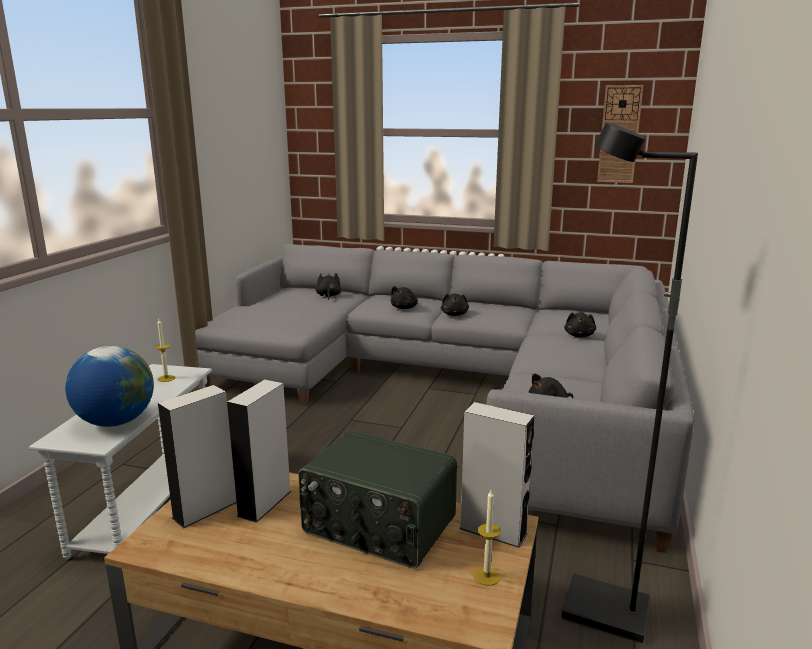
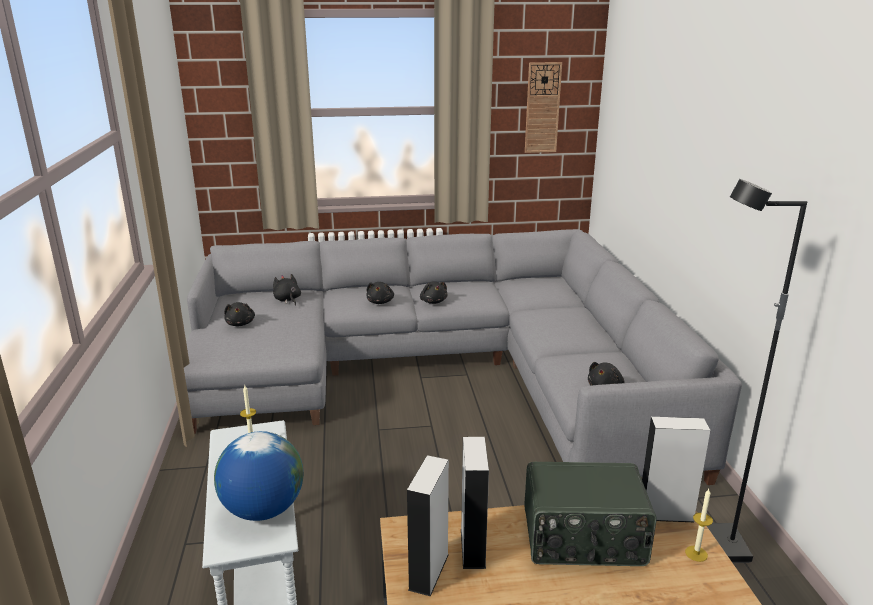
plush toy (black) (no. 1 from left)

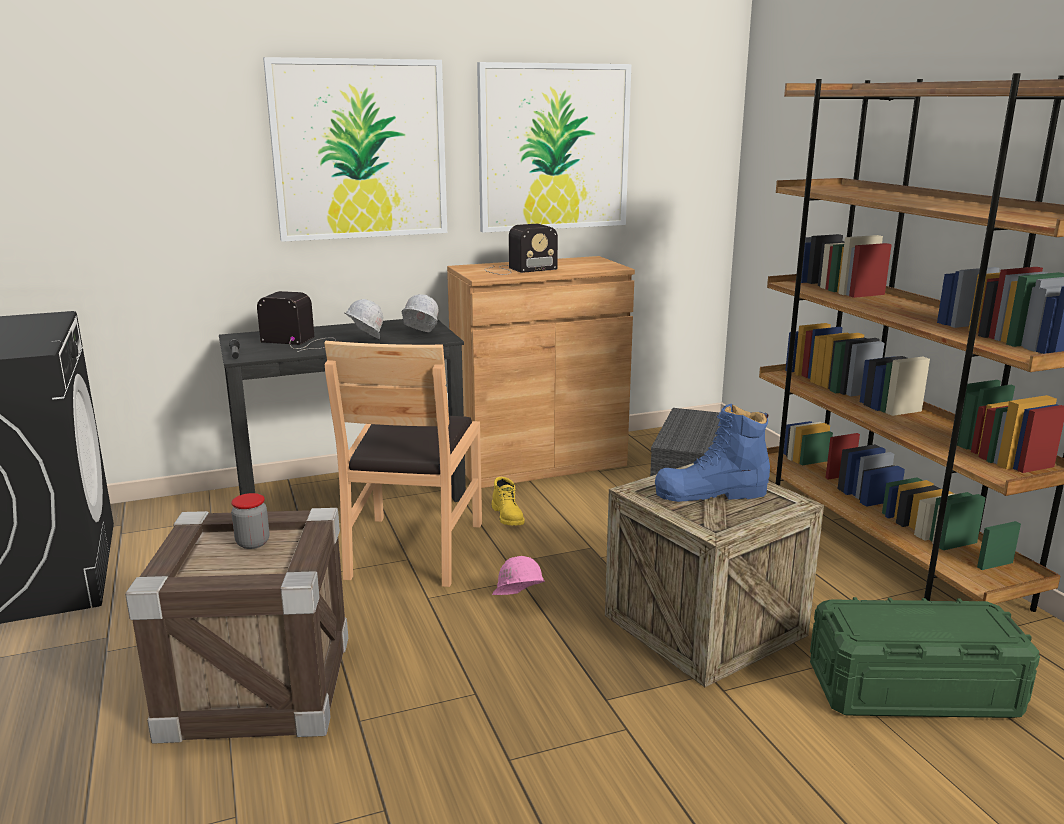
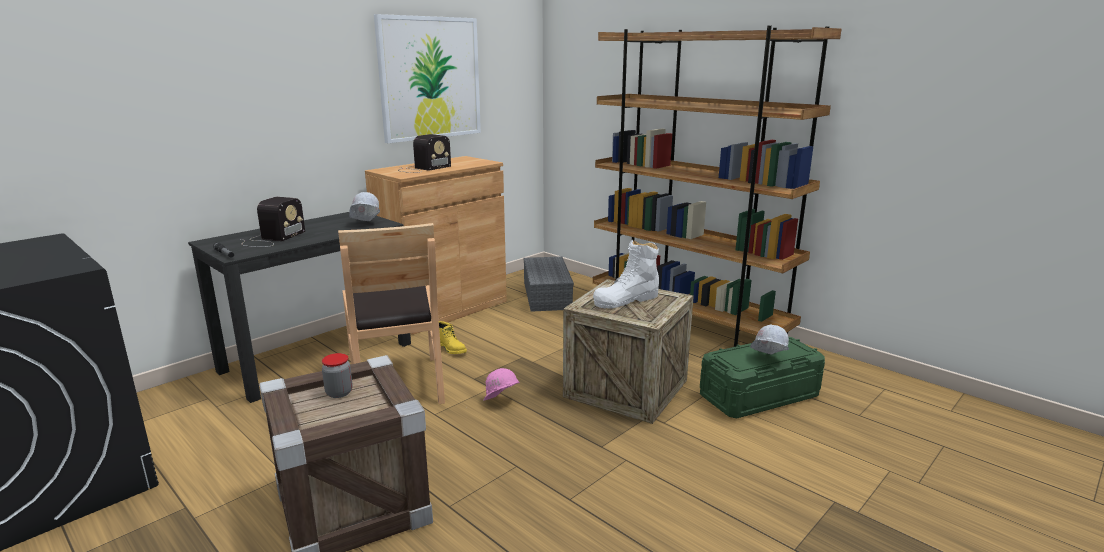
picture (no. 1 from left in the first image)
radio (no. 1 from left)
hard hat (white) (no. 2 from left)
boot (white)

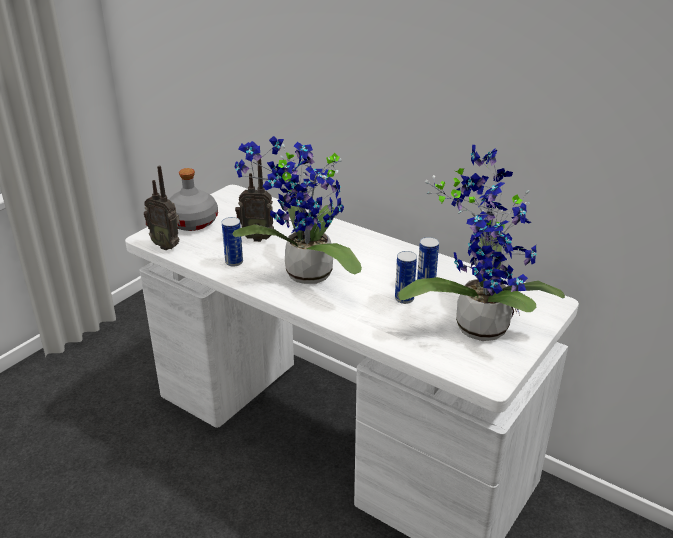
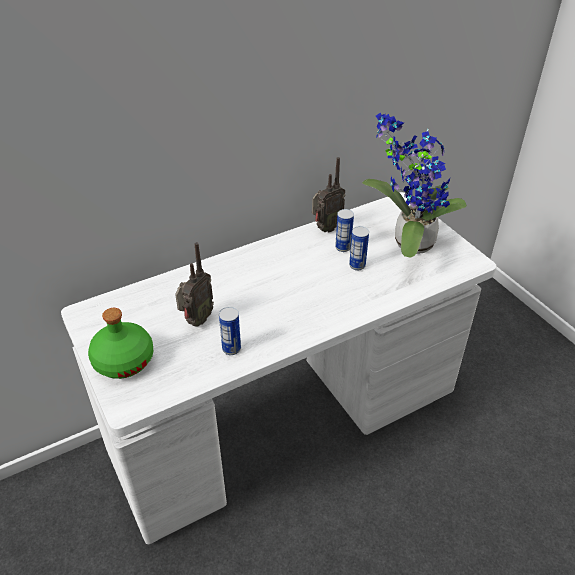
potted plant (no. 1 from left in the first image)
radio (no. 2 from left)
bottle (green)

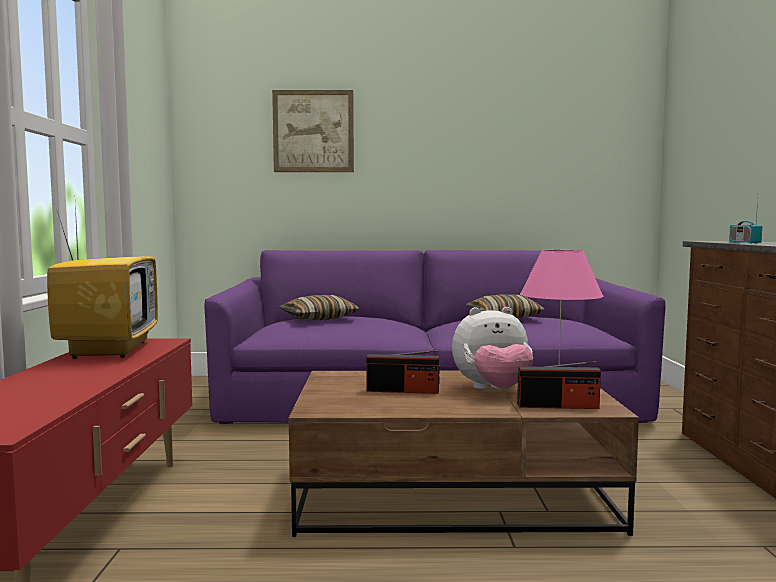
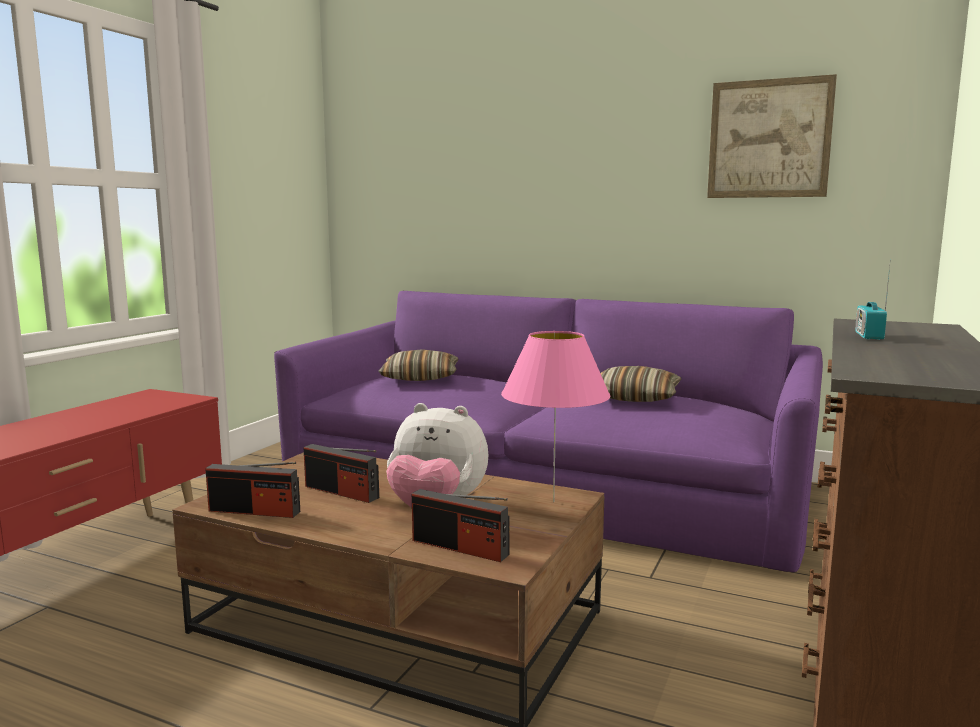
picture
television
radio (no. 1 from left)

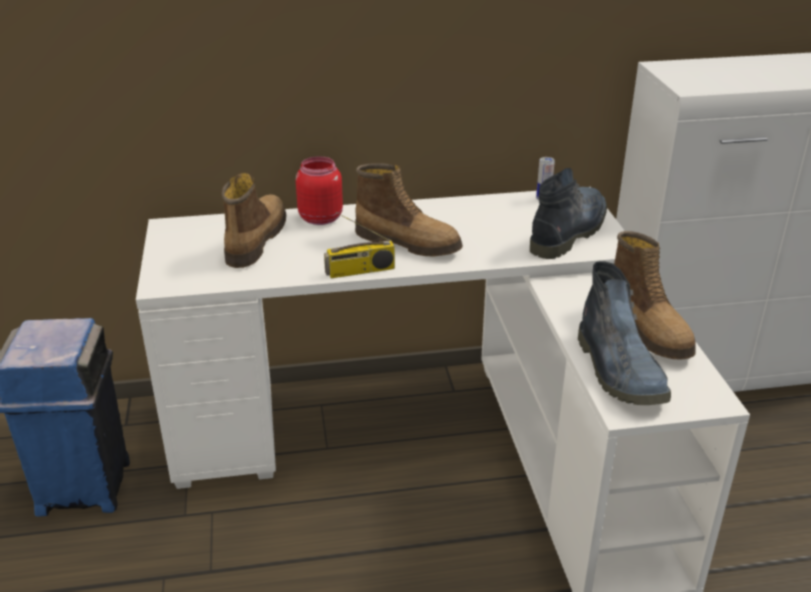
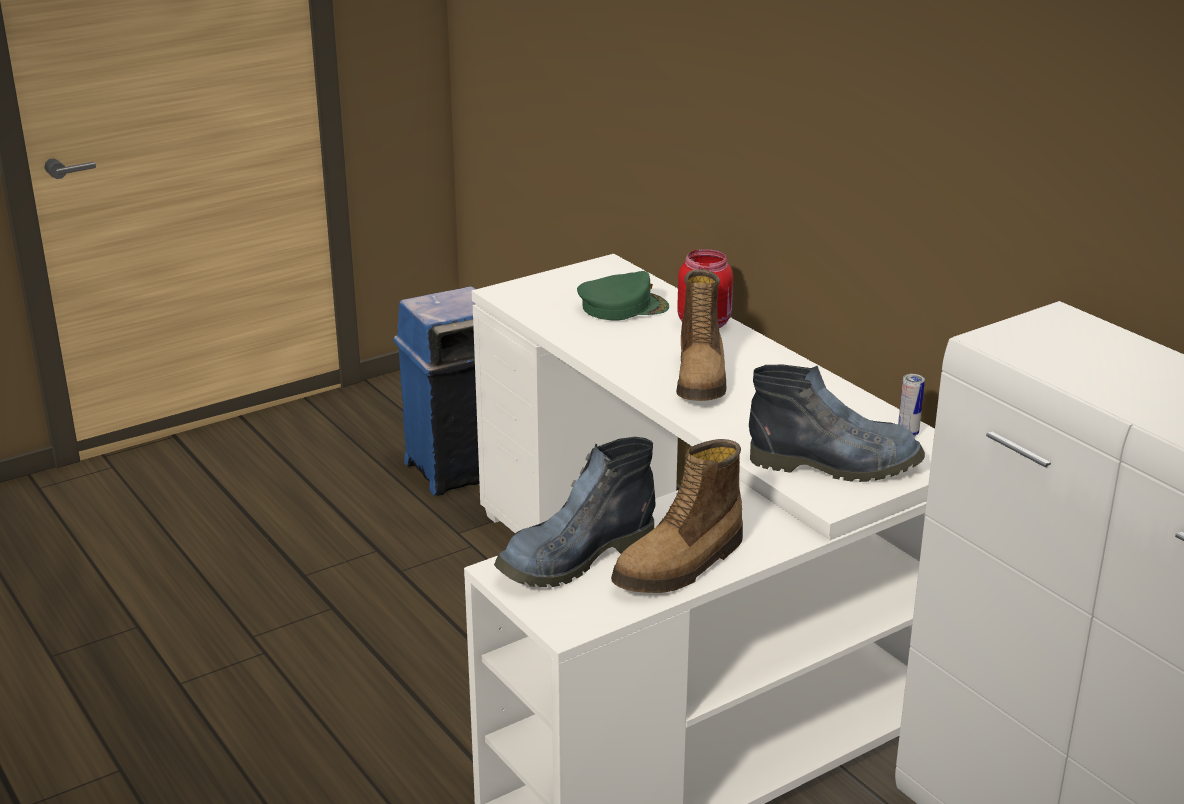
cap (green)
radio

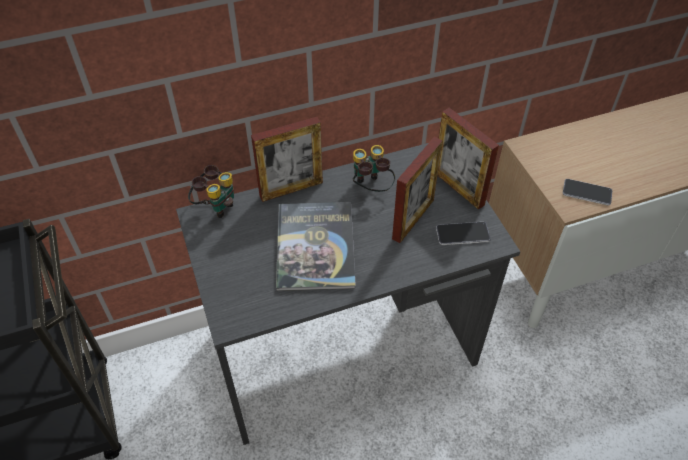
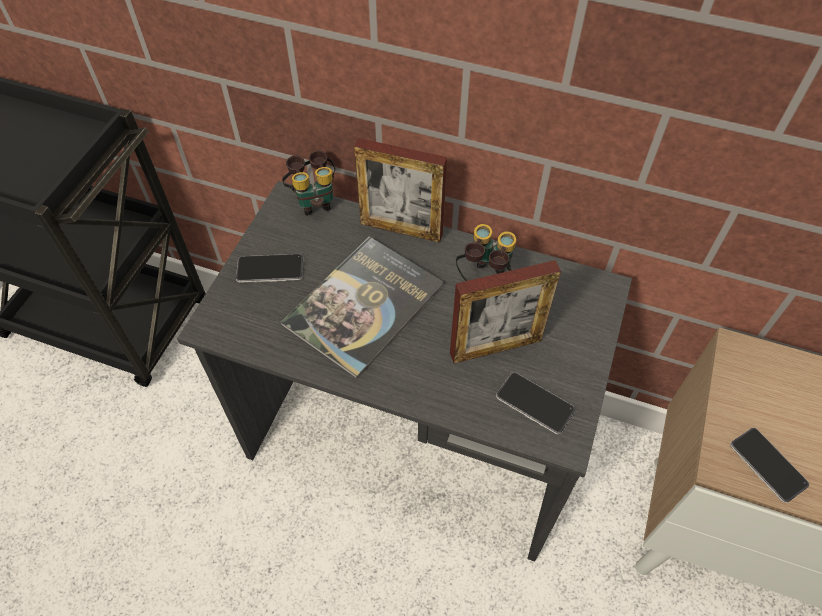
picture frame (no. 3 from left in the first image)
phone (no. 1 from left)

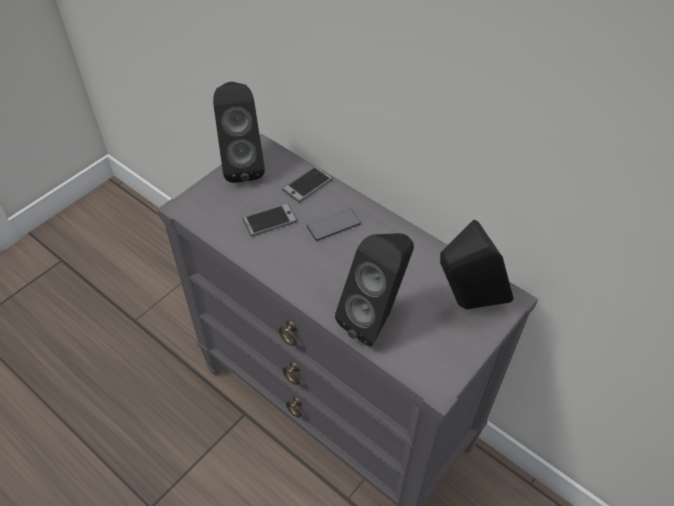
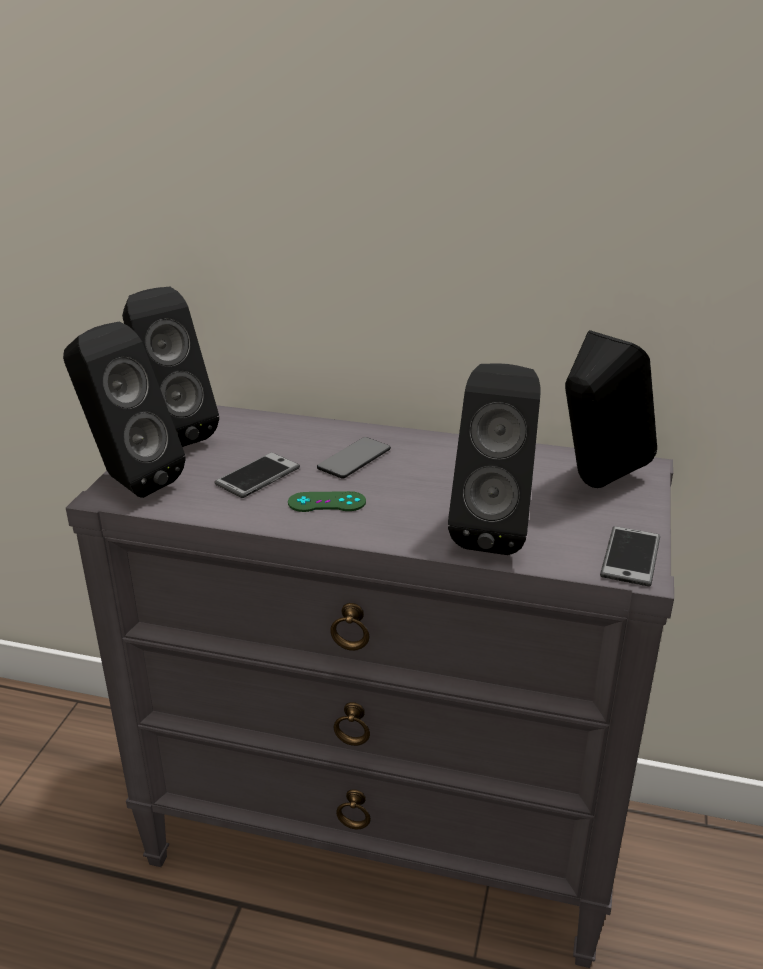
phone (no. 3 from left)
speaker (black) (no. 1 from left)
game controller (green)

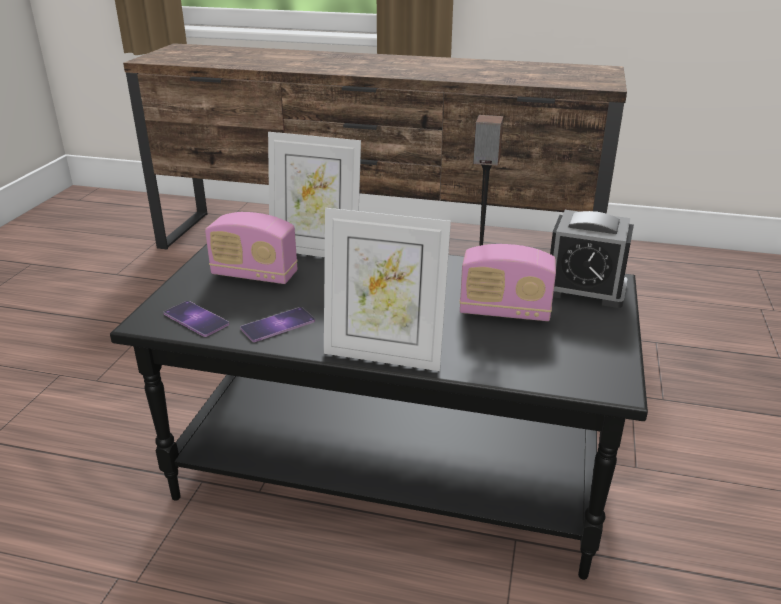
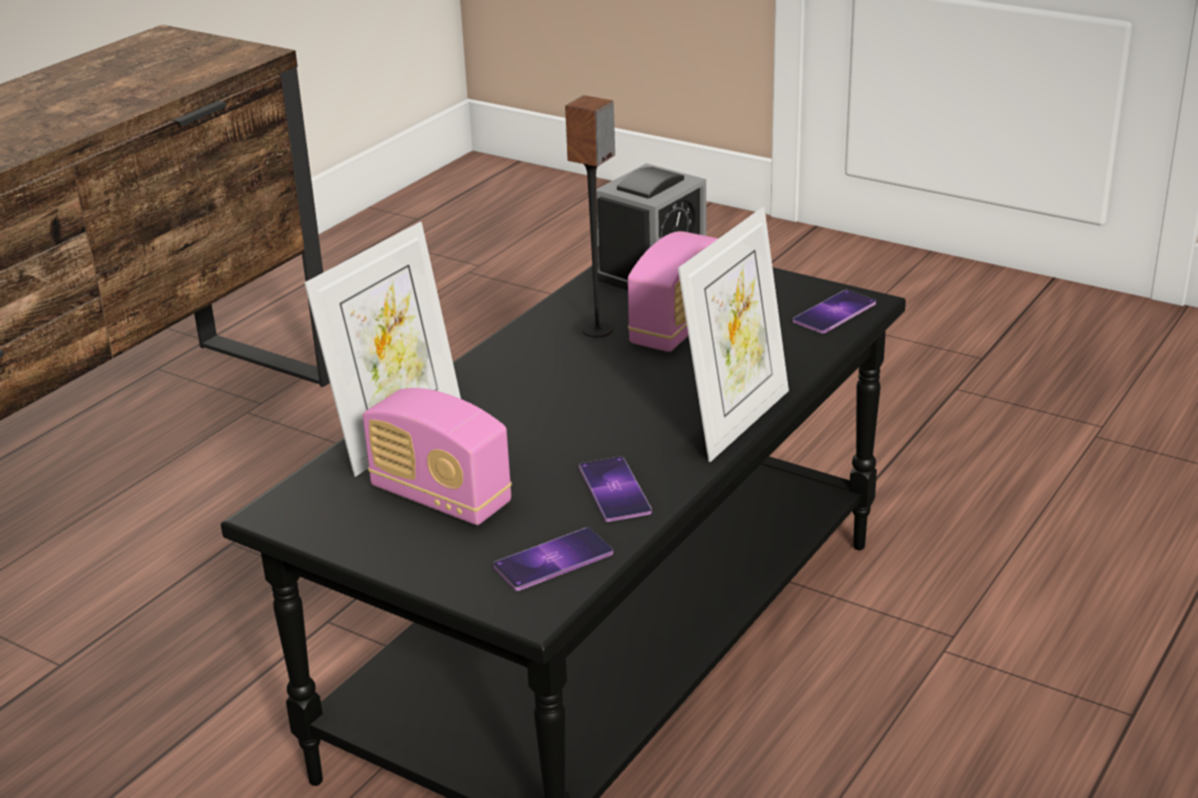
radio (no. 1 from left)
phone (no. 3 from left)

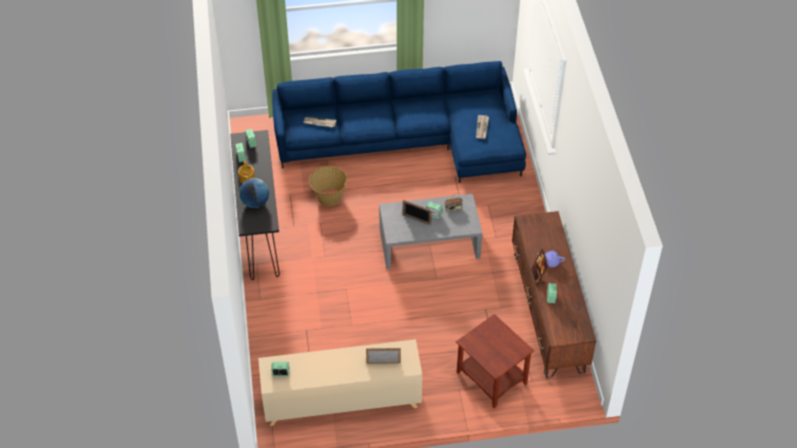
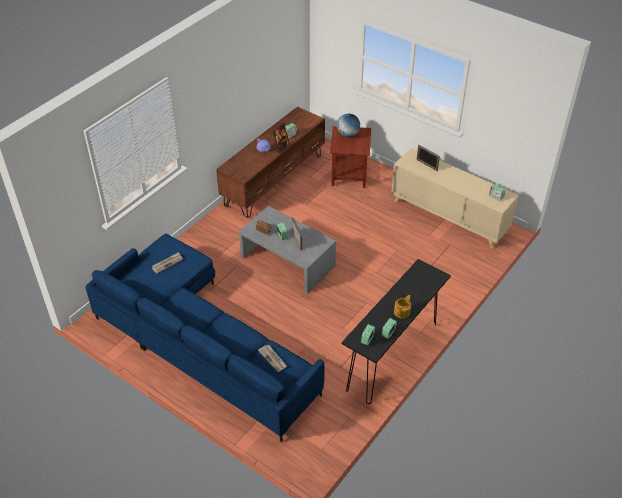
basket
globe

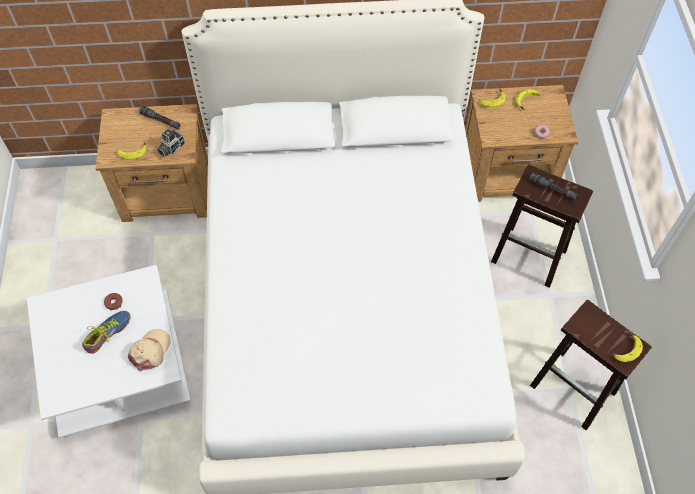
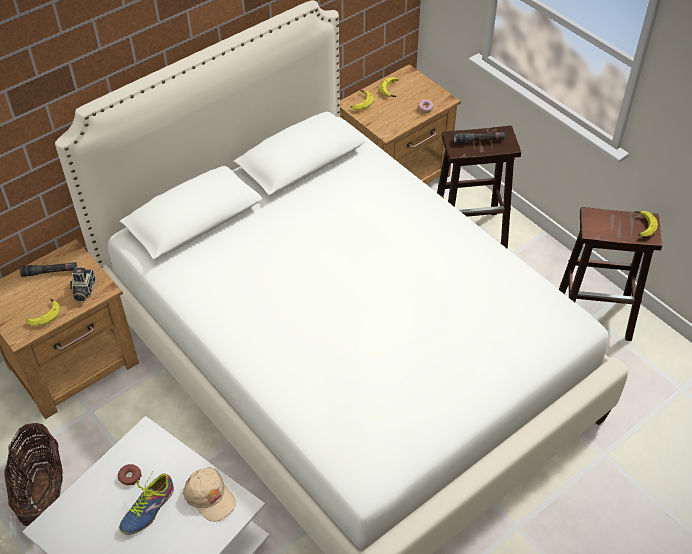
shoe
cap (beige)
basket

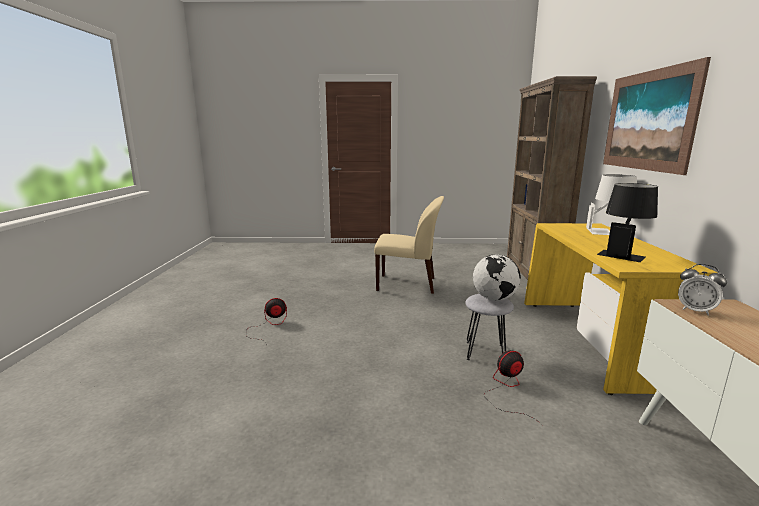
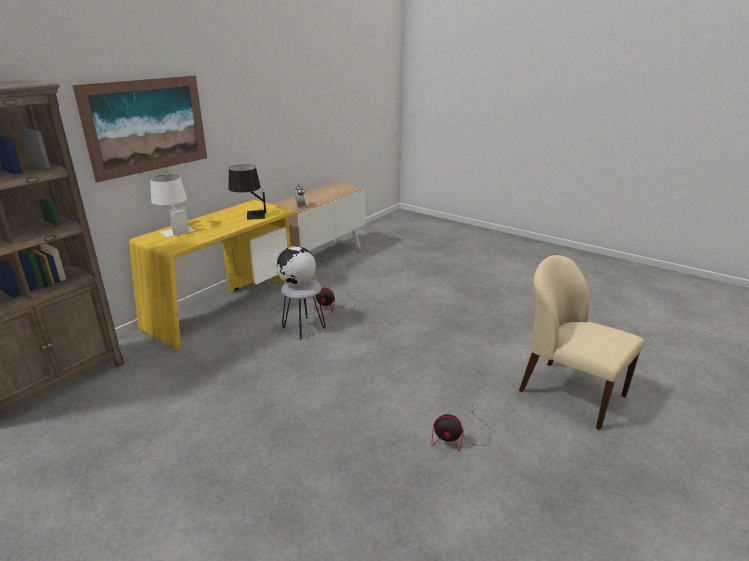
chair (beige)

